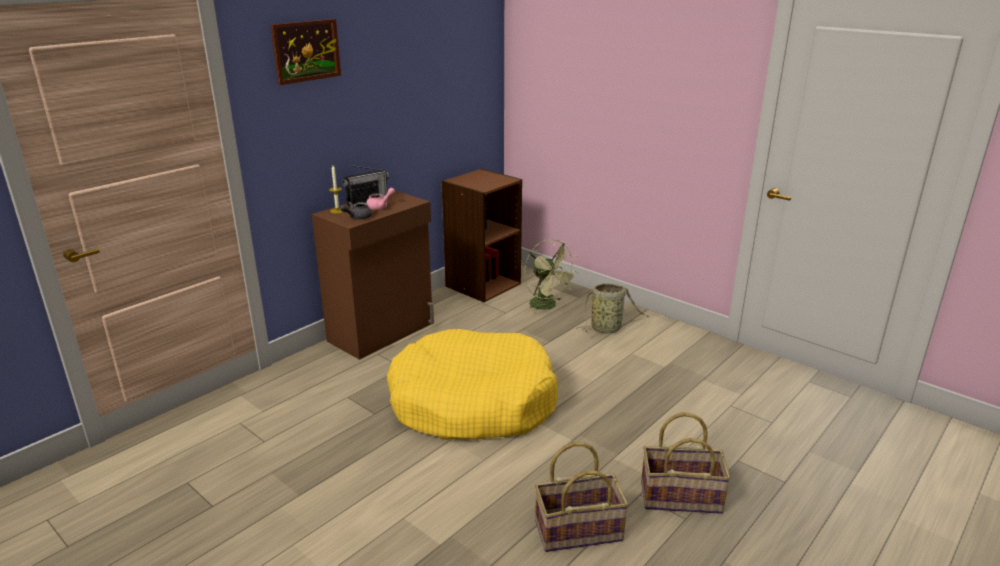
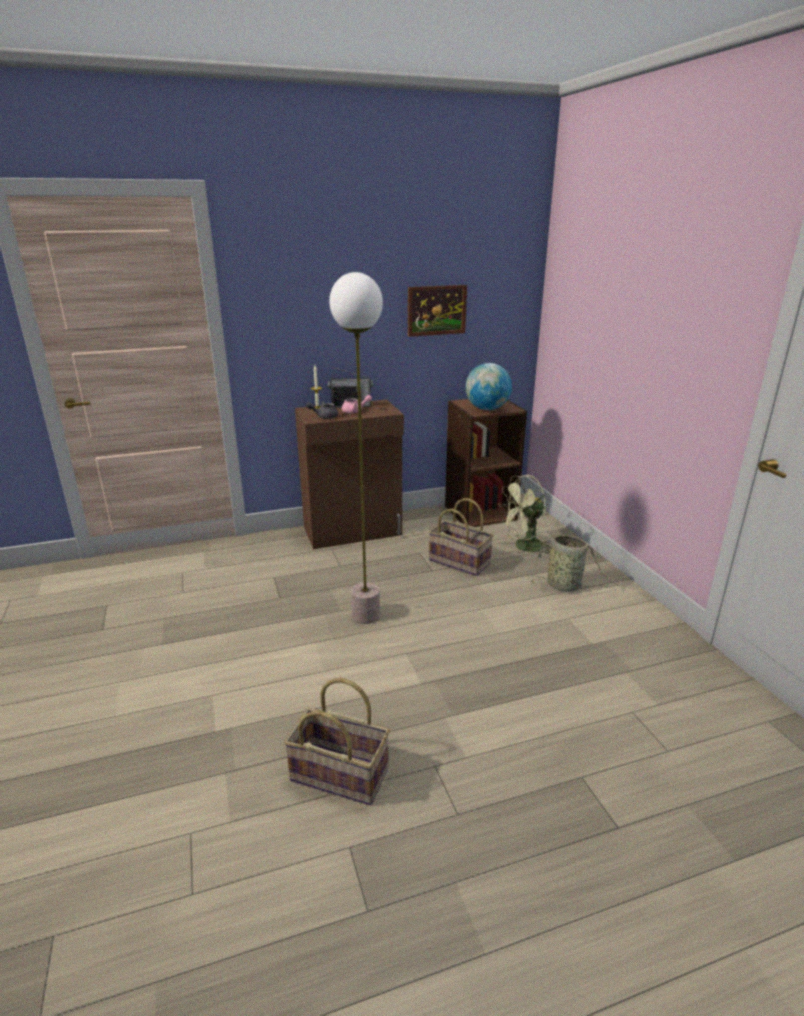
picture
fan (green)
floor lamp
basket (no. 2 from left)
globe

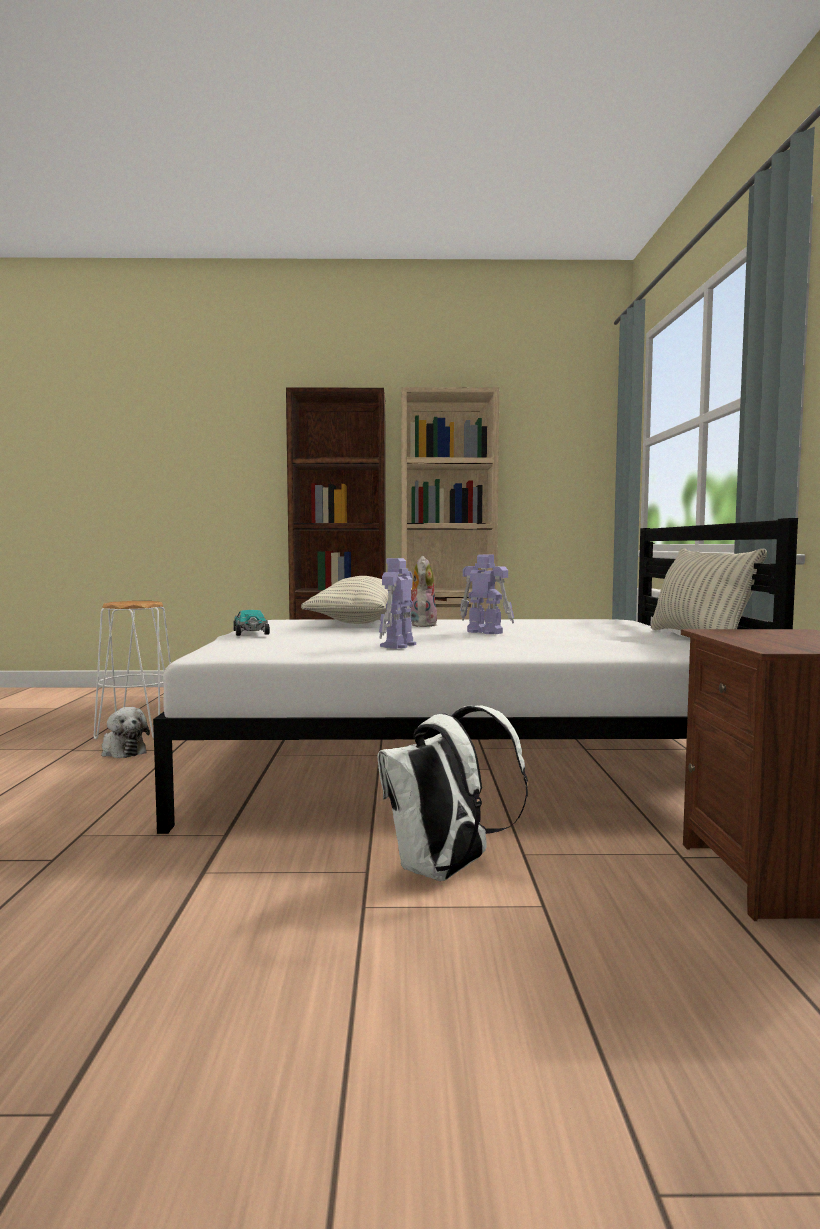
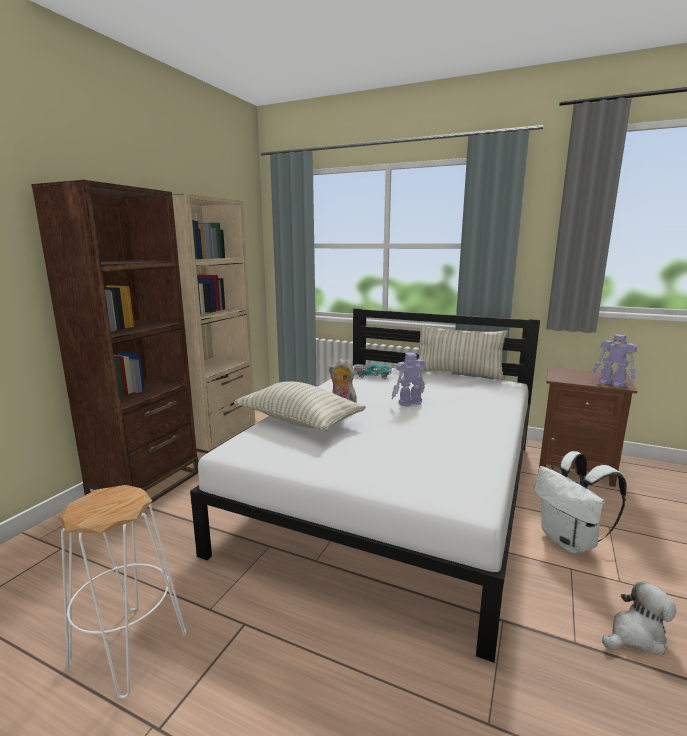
toy robot (no. 2 from left)
toy car
plush toy (no. 2 from left)

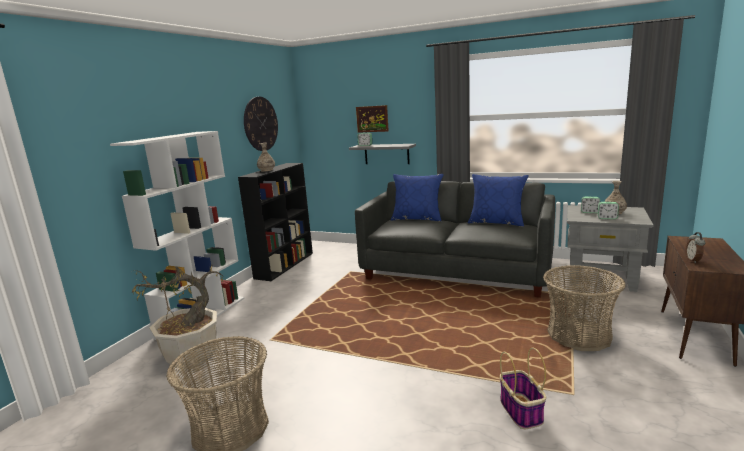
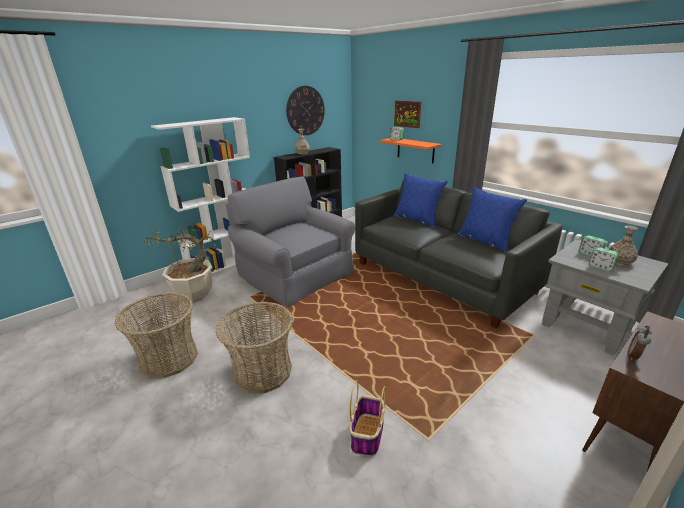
shelf (orange)
basket (no. 2 from left)
armchair (grey)

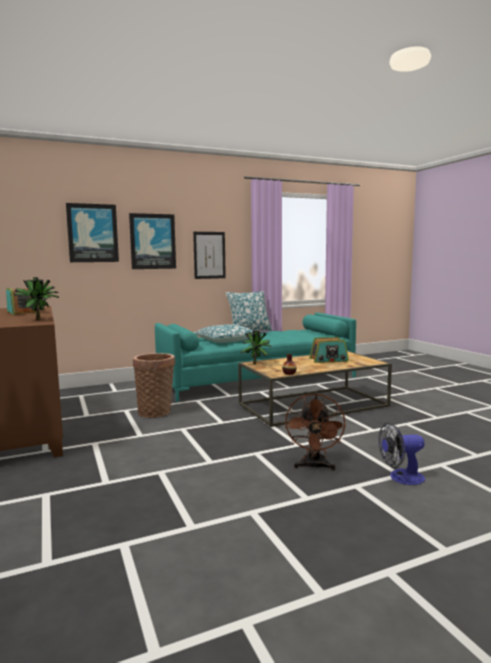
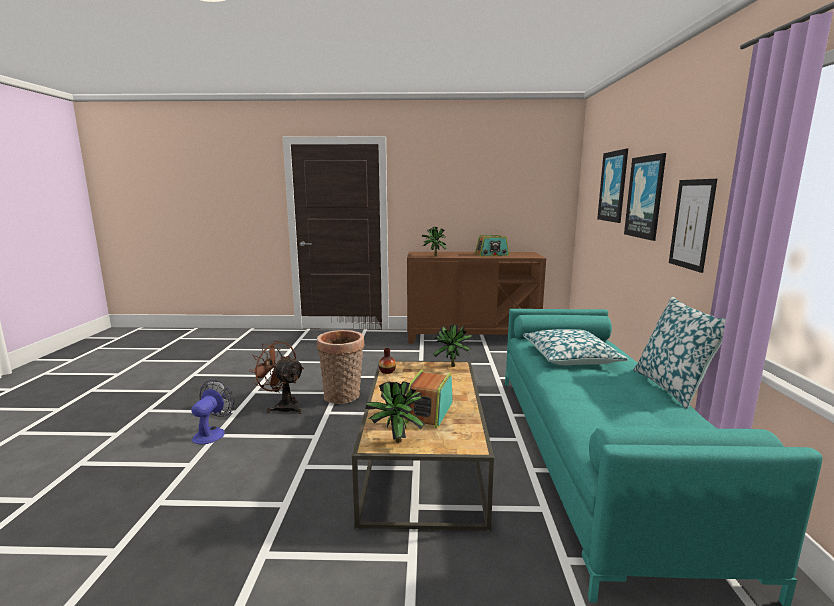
basket
potted plant (no. 1 from left)

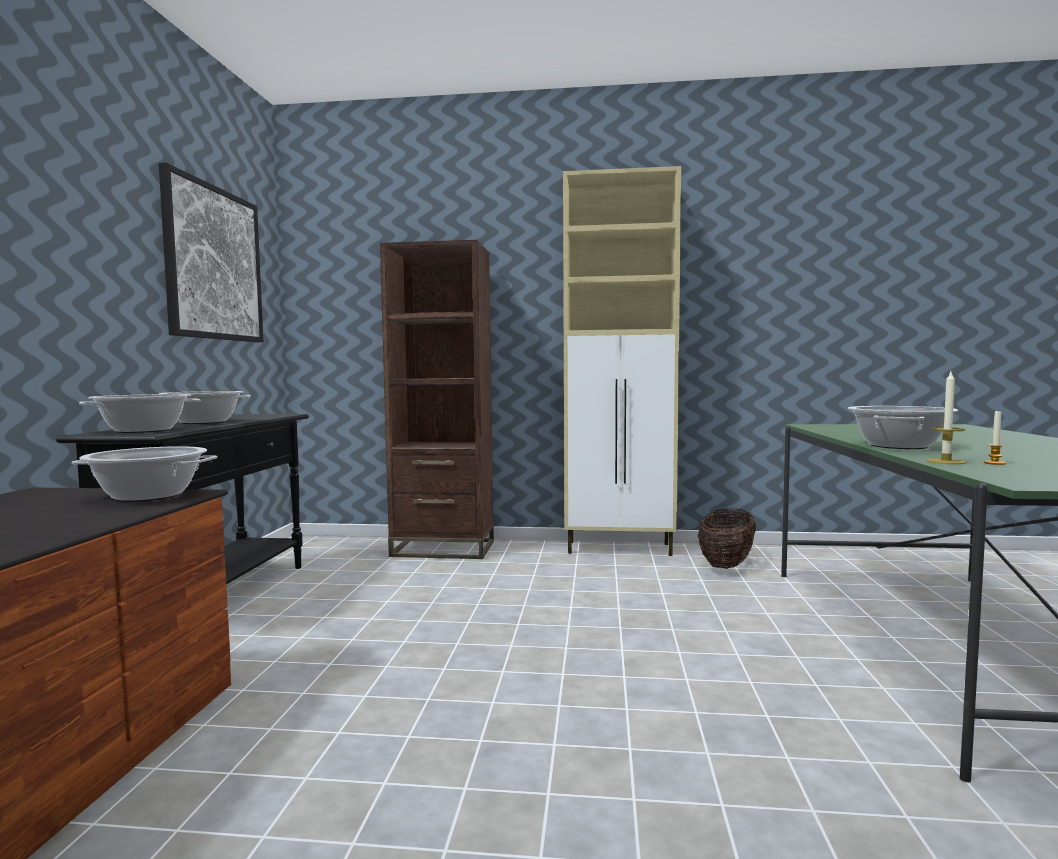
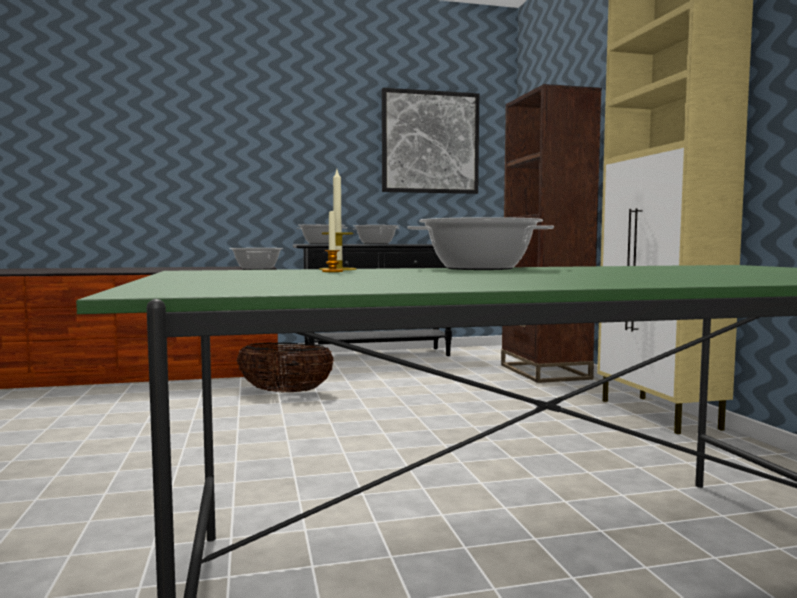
basket

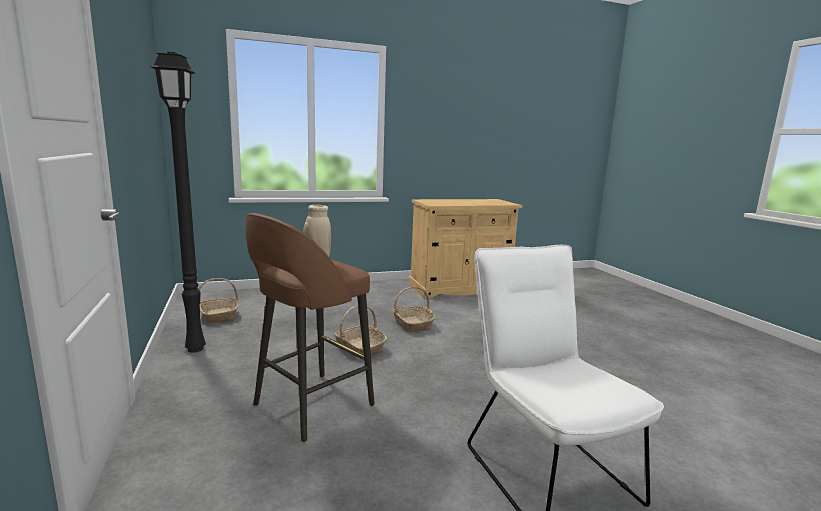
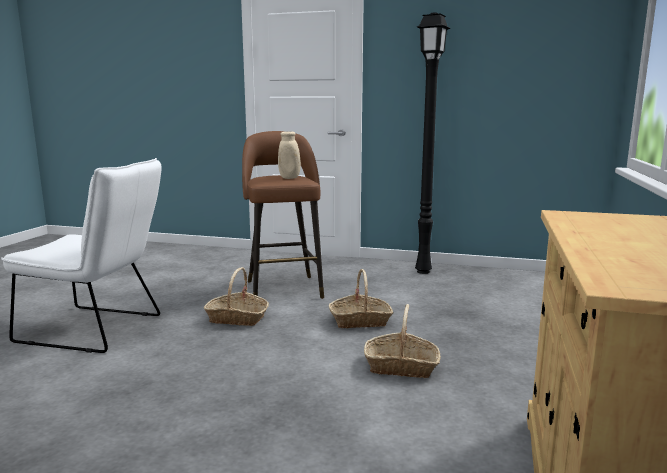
basket (no. 1 from left)

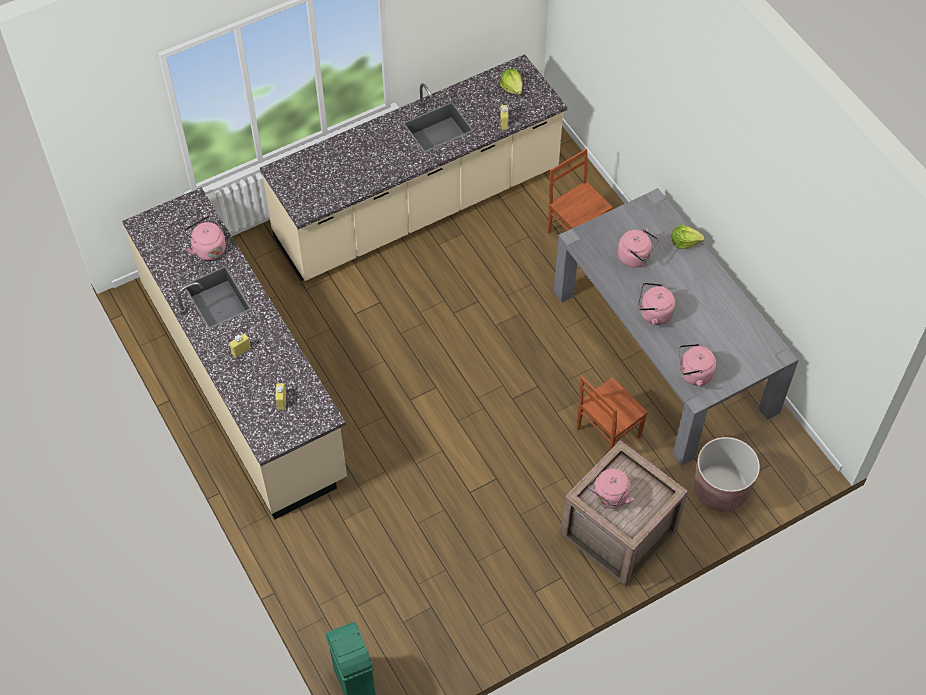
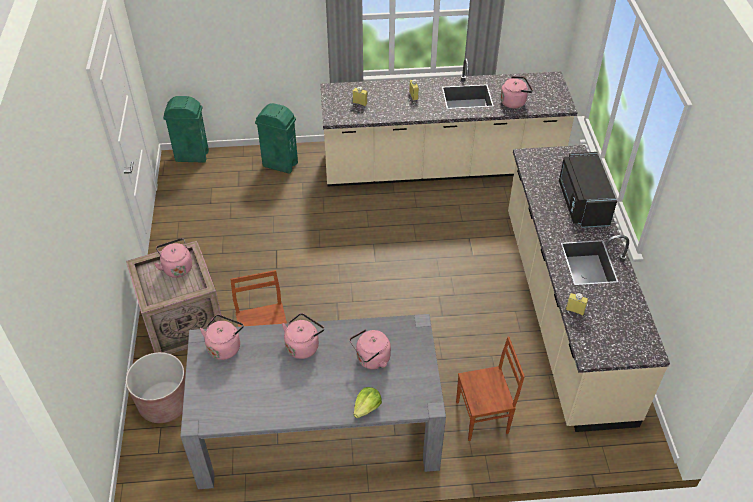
lettuce (no. 1 from left in the first image)
trash can (green) (no. 2 from left)
microwave (black)

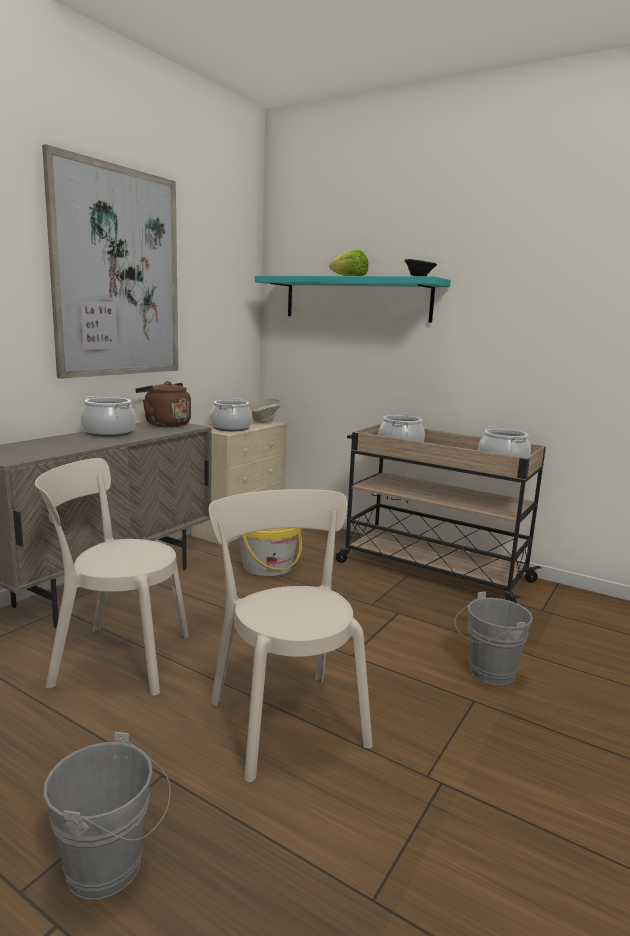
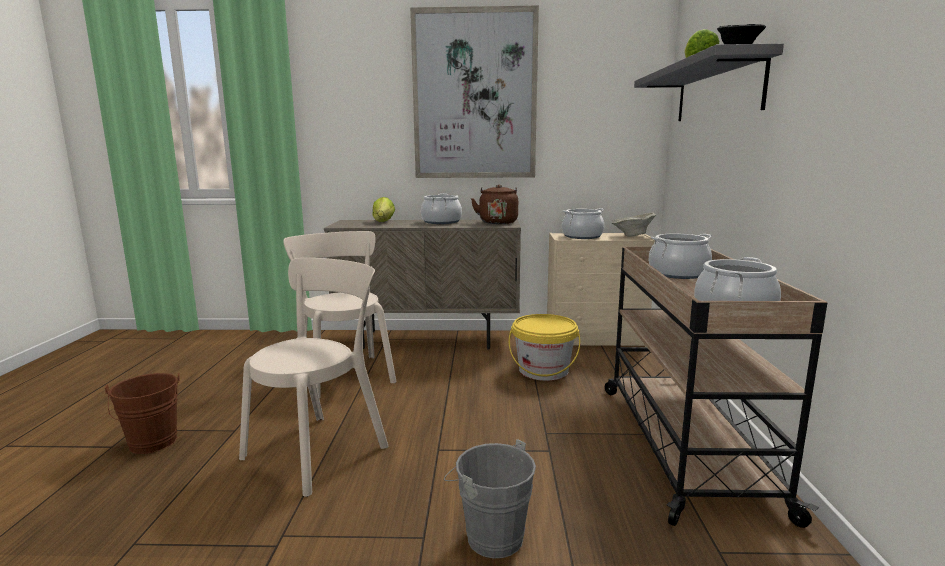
shelf (grey)
bucket (brown)
lettuce (no. 1 from left)

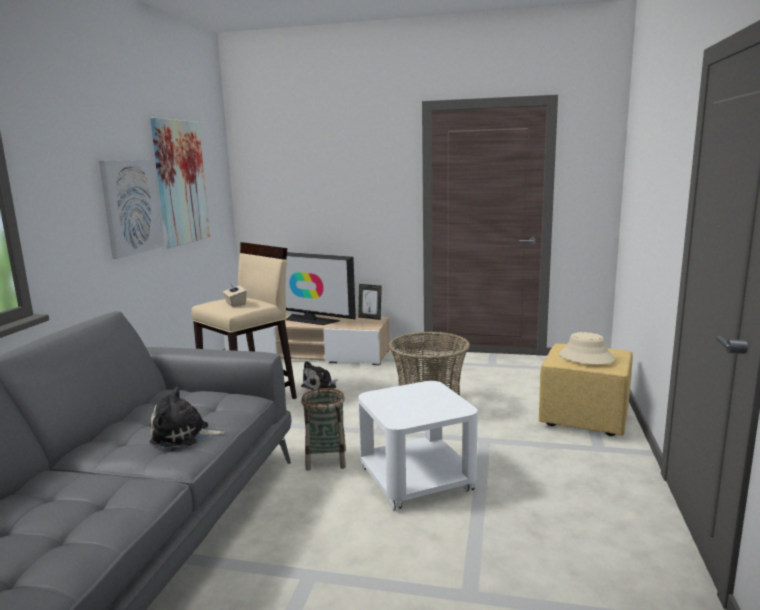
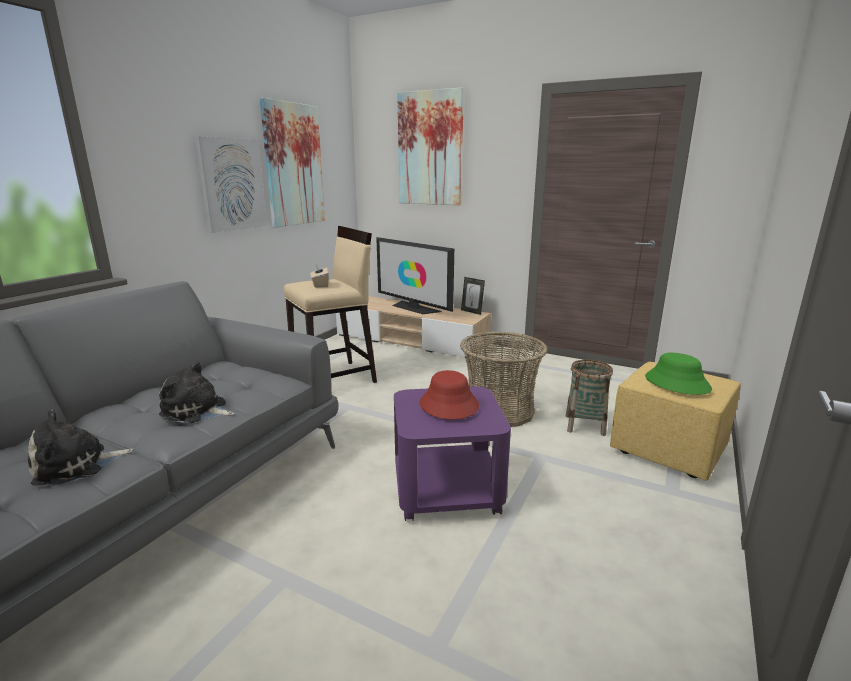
hat (green)
plush toy (no. 1 from left)
side table (purple)
basket (no. 2 from left)
picture (no. 3 from left)
hat (red)

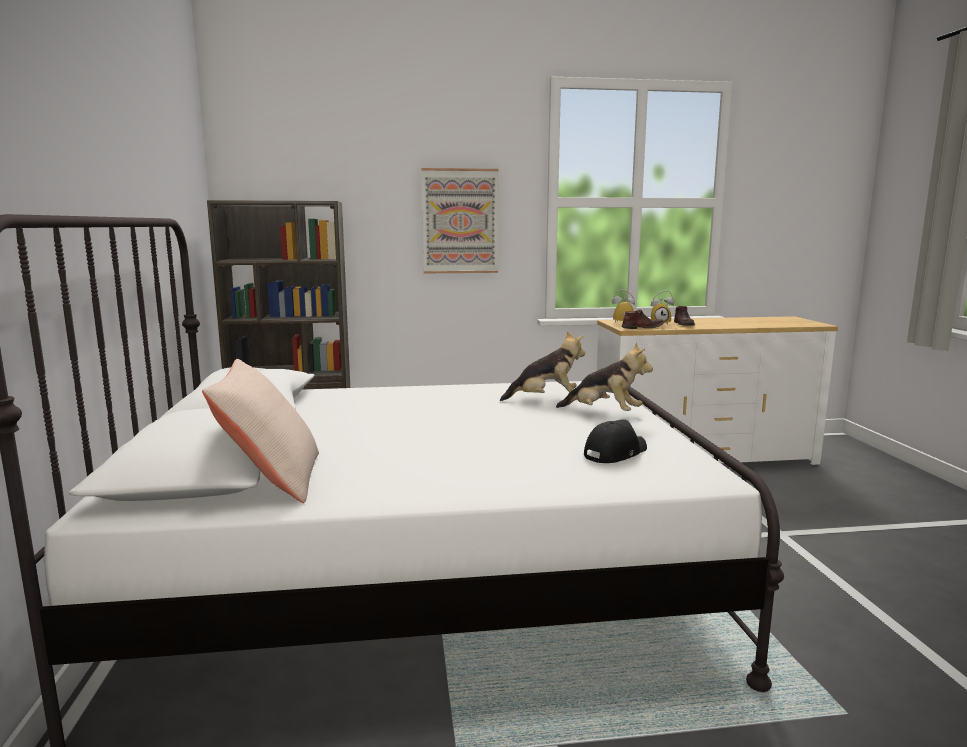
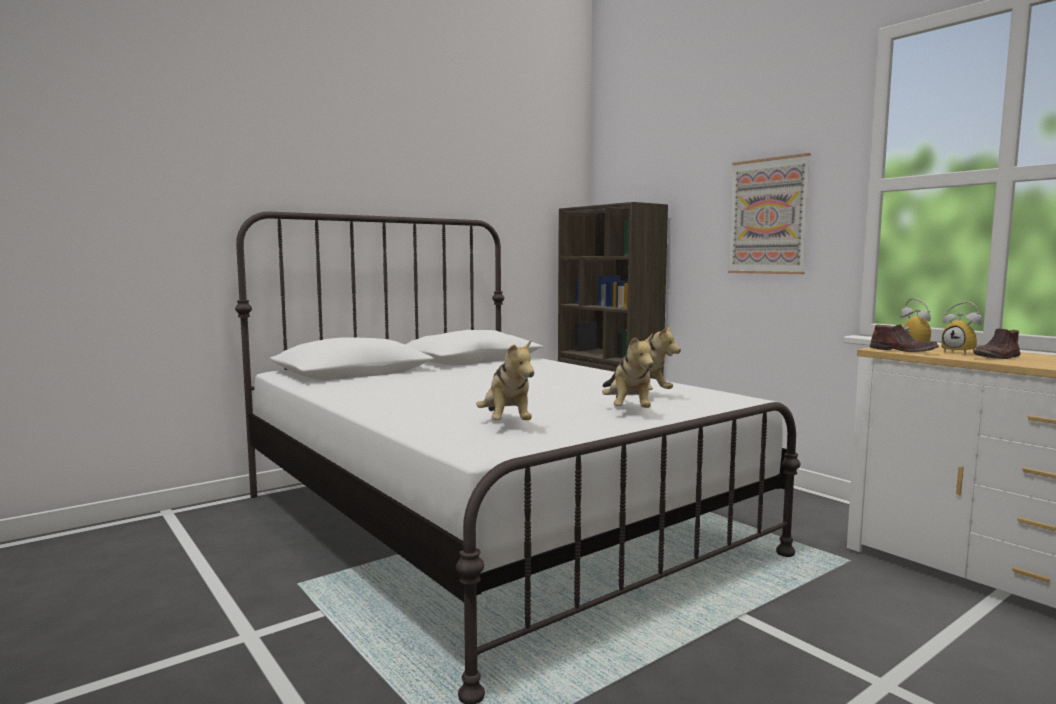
pillow (beige)
plush toy (no. 1 from left)

